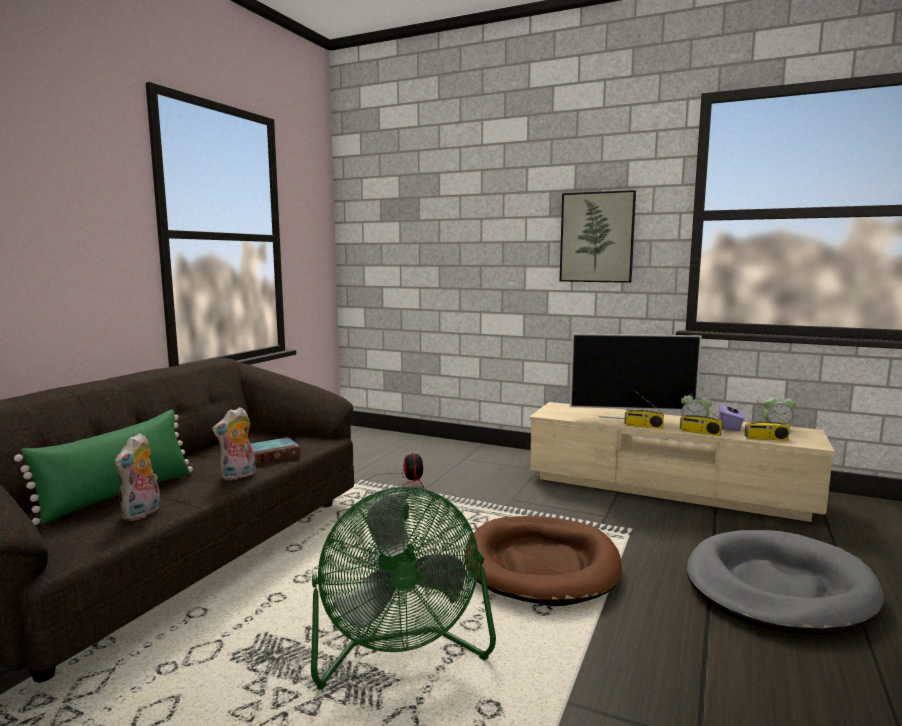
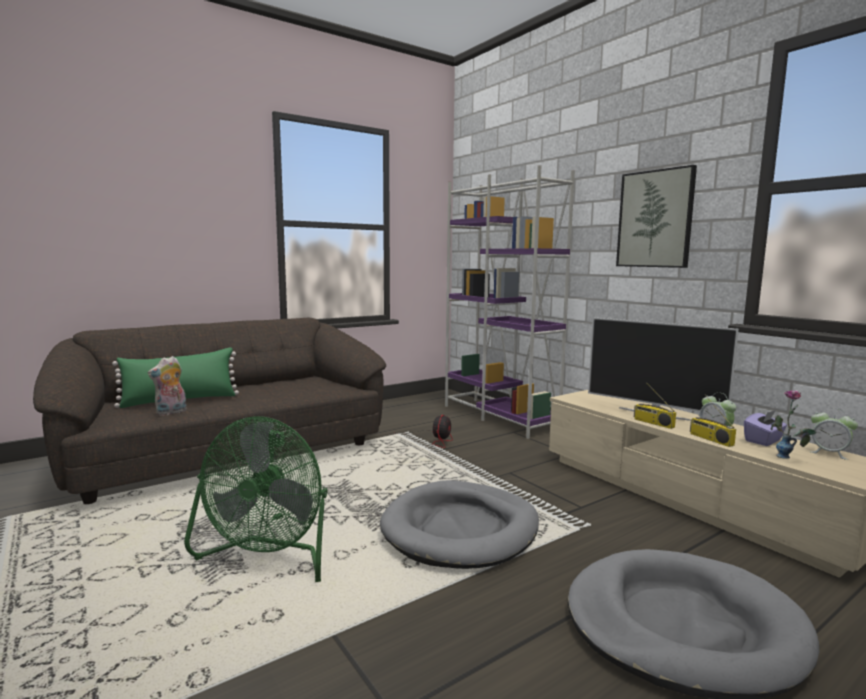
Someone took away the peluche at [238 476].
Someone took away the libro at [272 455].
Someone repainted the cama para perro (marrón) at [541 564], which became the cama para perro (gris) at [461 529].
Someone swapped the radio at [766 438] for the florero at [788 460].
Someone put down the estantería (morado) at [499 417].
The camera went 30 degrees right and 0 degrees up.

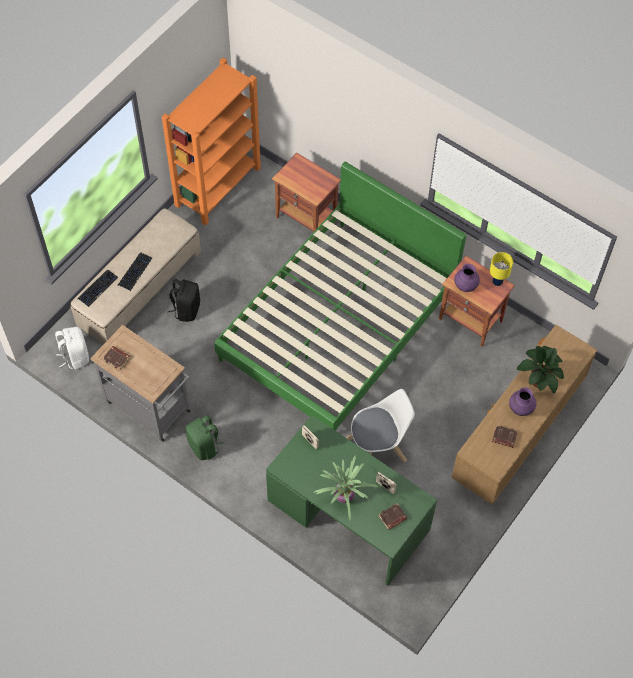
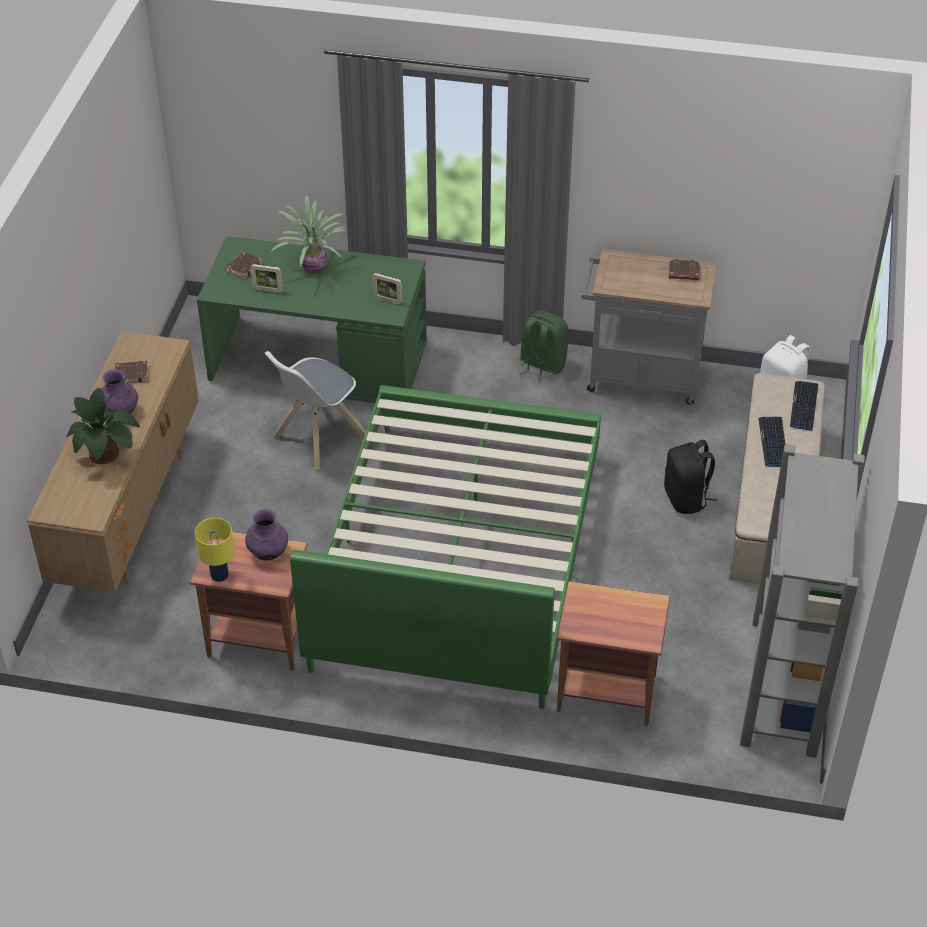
Someone repainted the estantería (naranja) at [218 186], which became the estantería (gris) at [784 686].
The camera went 155 degrees right and 15 degrees down.

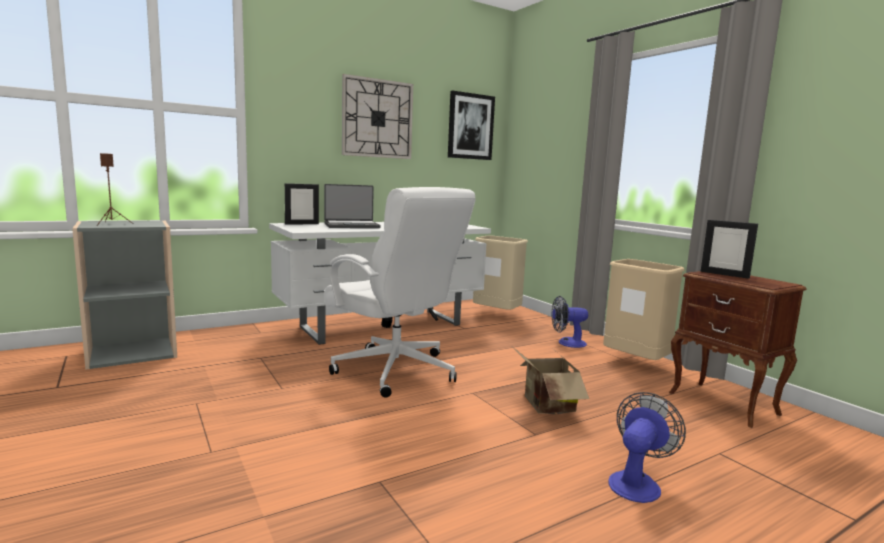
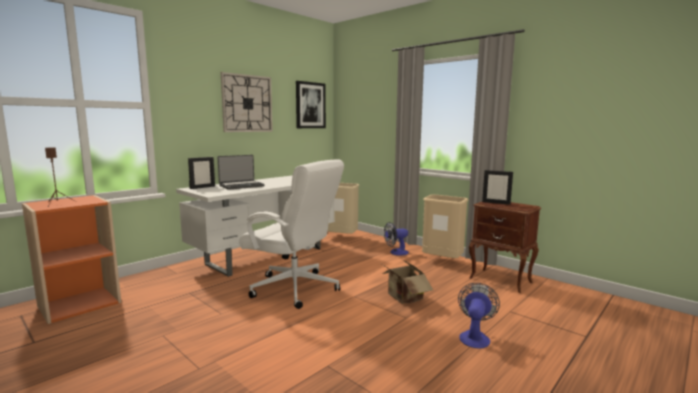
Someone repainted the estantería (gris) at [133 352], which became the estantería (naranja) at [80 303].
The camera went 15 degrees left and 0 degrees up.

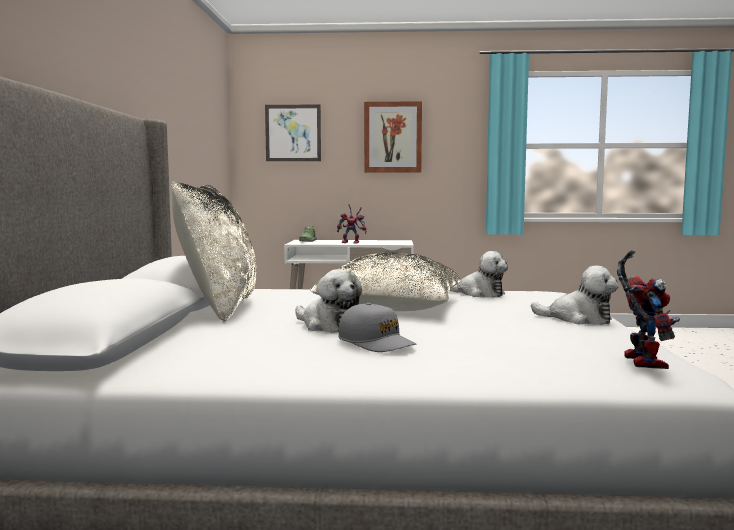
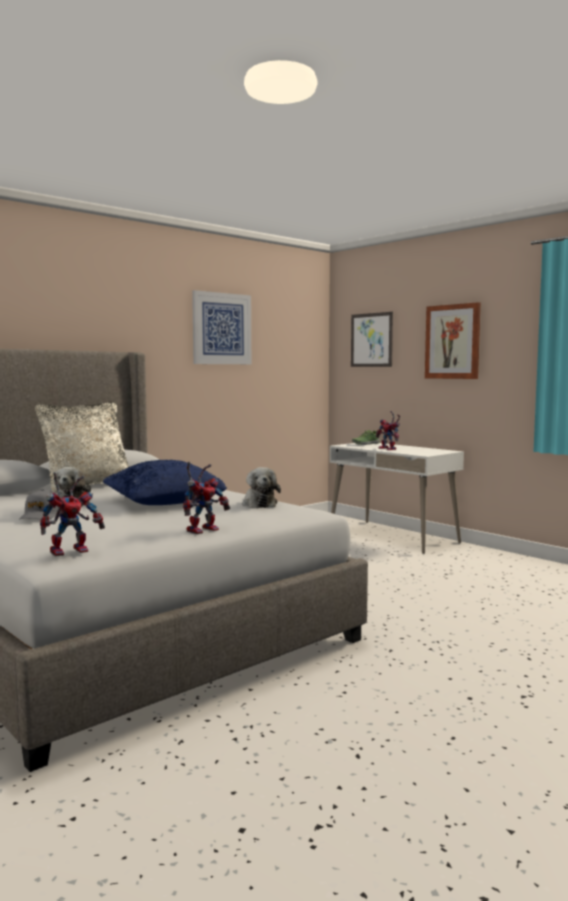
Someone repainted the cojín (beis) at [391 305], which became the cojín (azul) at [165 500].
Someone swapped the peluche at [578 319] for the robot de juguete at [203 529].
Someone put up the cuadro at [221 328].
The camera went 45 degrees right and 0 degrees up.

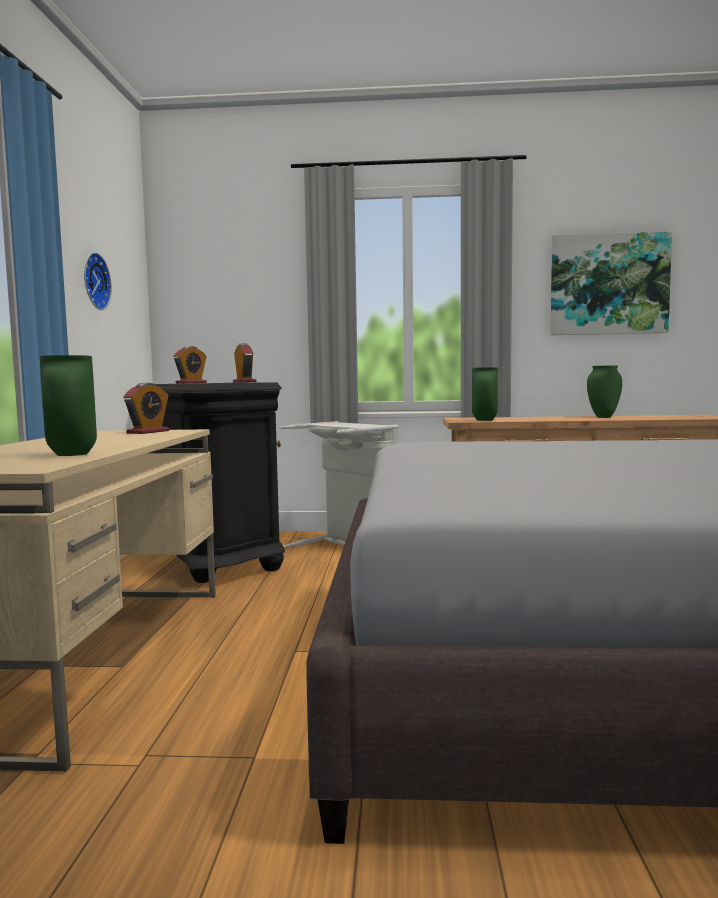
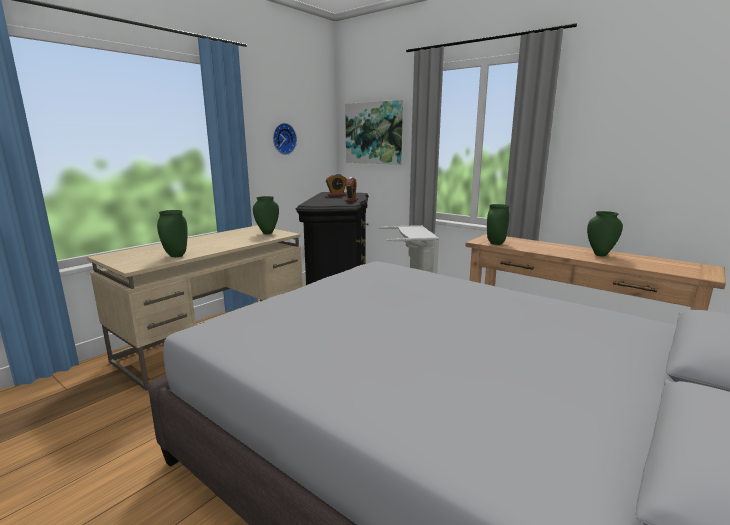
Someone swapped the despertador at [148 432] for the florero (verde) at [267 233].
Someone carried the cuadro from [608 284] to [374 133].
The camera went 35 degrees right and 10 degrees up.

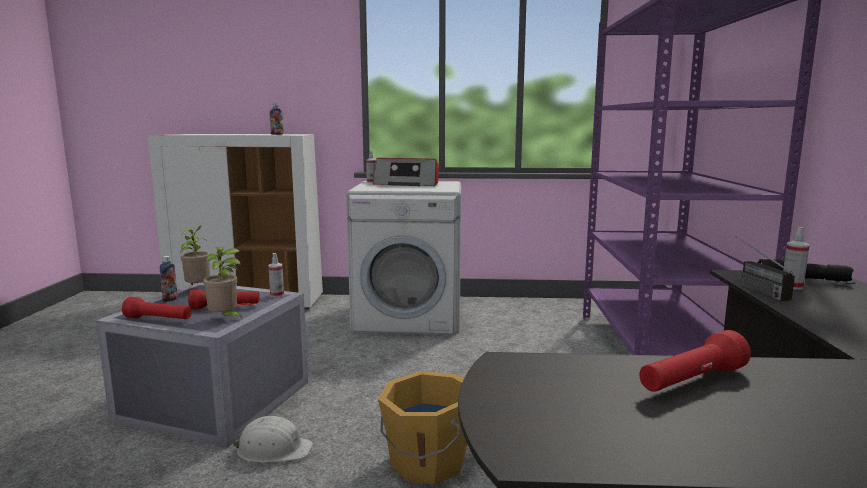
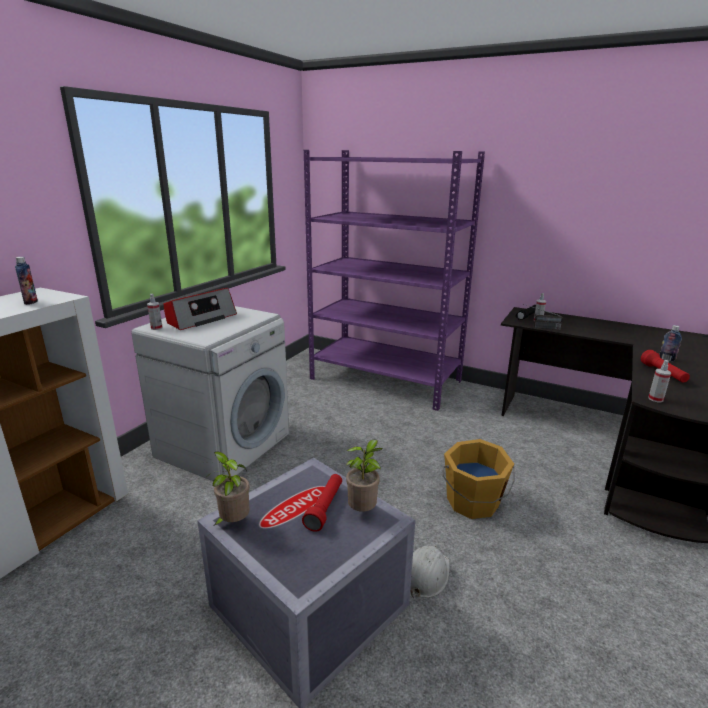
Someone took away the linterna (rojo) at [159 319].
Someone carried the botella from [170 299] to [667 359].
Someone carried the pulverizador from [277 295] to [655 399].
The camera went 65 degrees left and 10 degrees up.

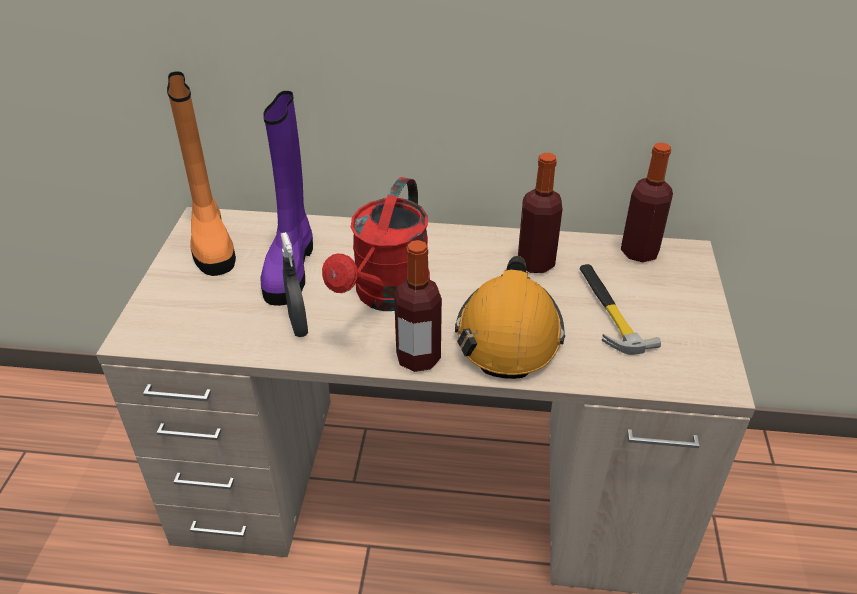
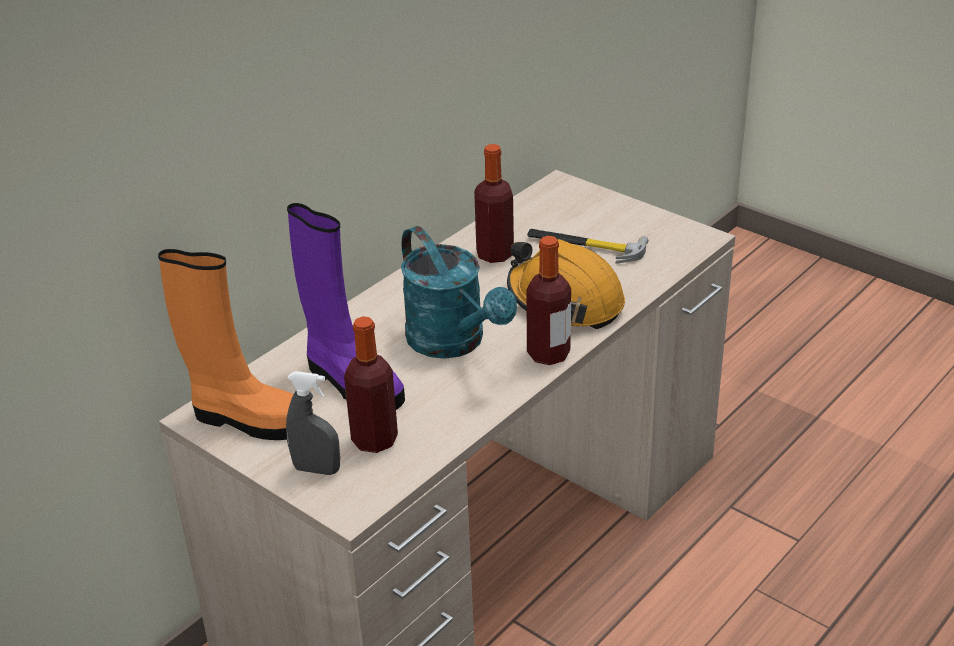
Someone carried the pulverizador (gris) from [298 325] to [316 469].
Someone repainted the regadera (rojo) at [386 296], which became the regadera (turquesa) at [454 343].
Someone carried the botella from [639 252] to [374 440].
The camera went 55 degrees left and 5 degrees down.

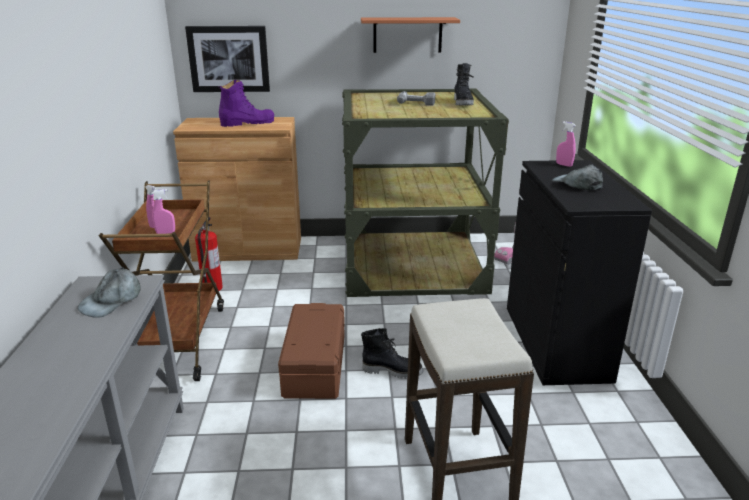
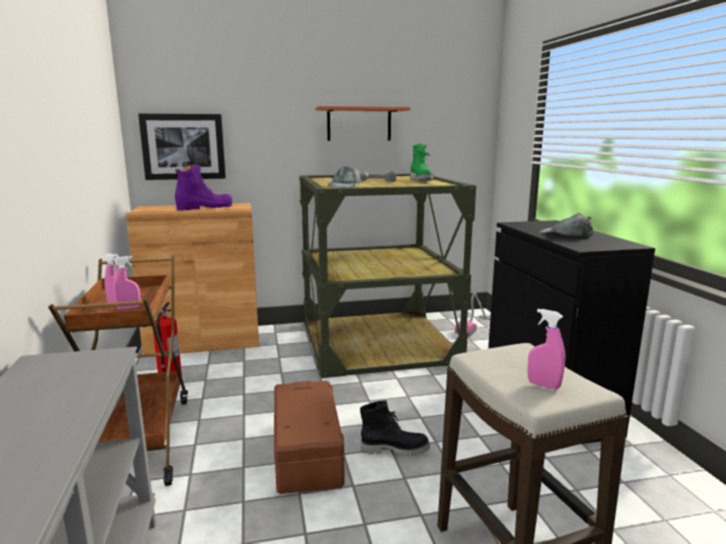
Someone carried the gorra (gris) from [112 300] to [345 185].
Someone repainted the bota (negro) at [463 103], which became the bota (verde) at [421 180].
Someone carried the pulverizador (rosa) from [564 165] to [543 385].
The camera went 10 degrees left and 10 degrees down.

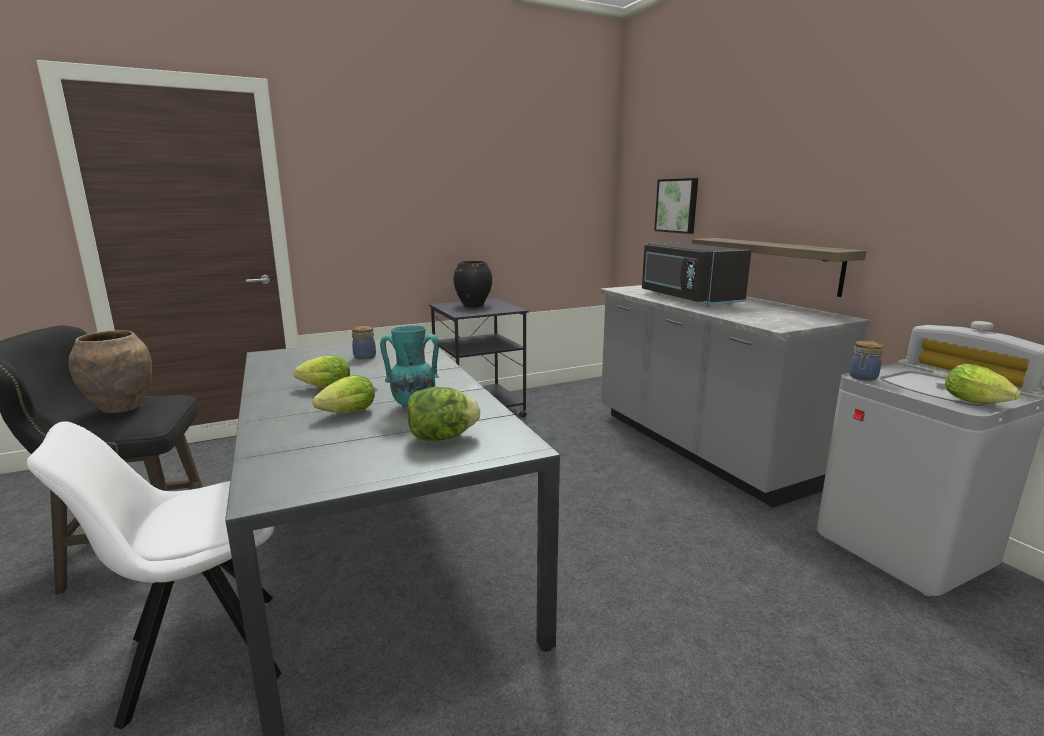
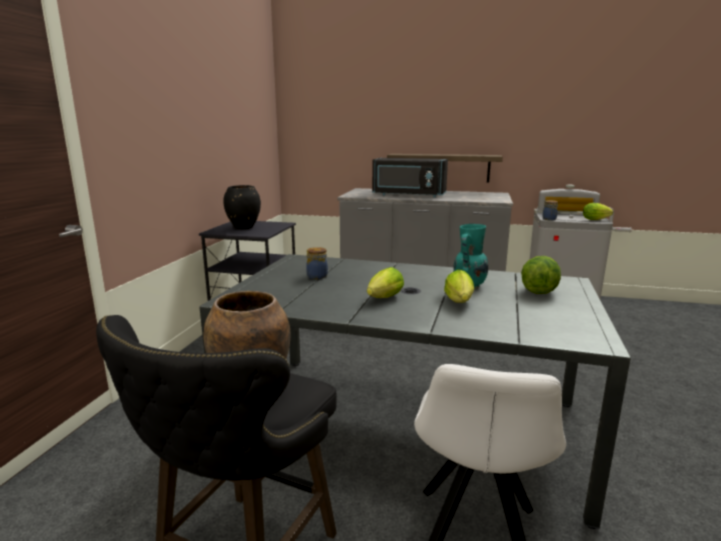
Someone took away the cuadro at [677 205].
The camera went 50 degrees left and 0 degrees up.

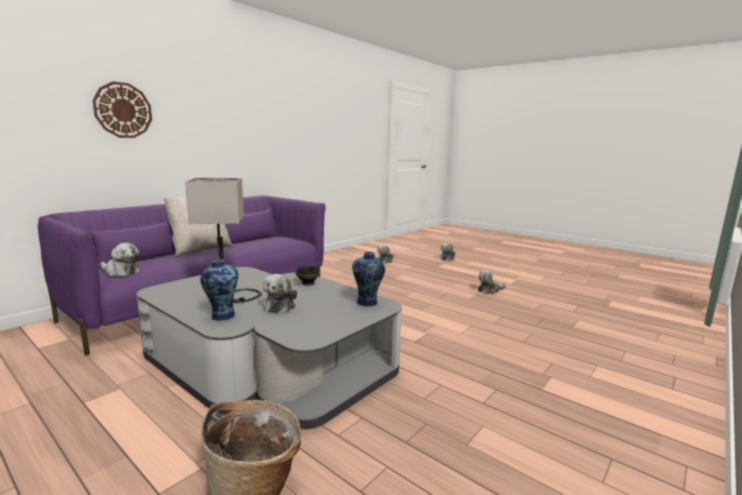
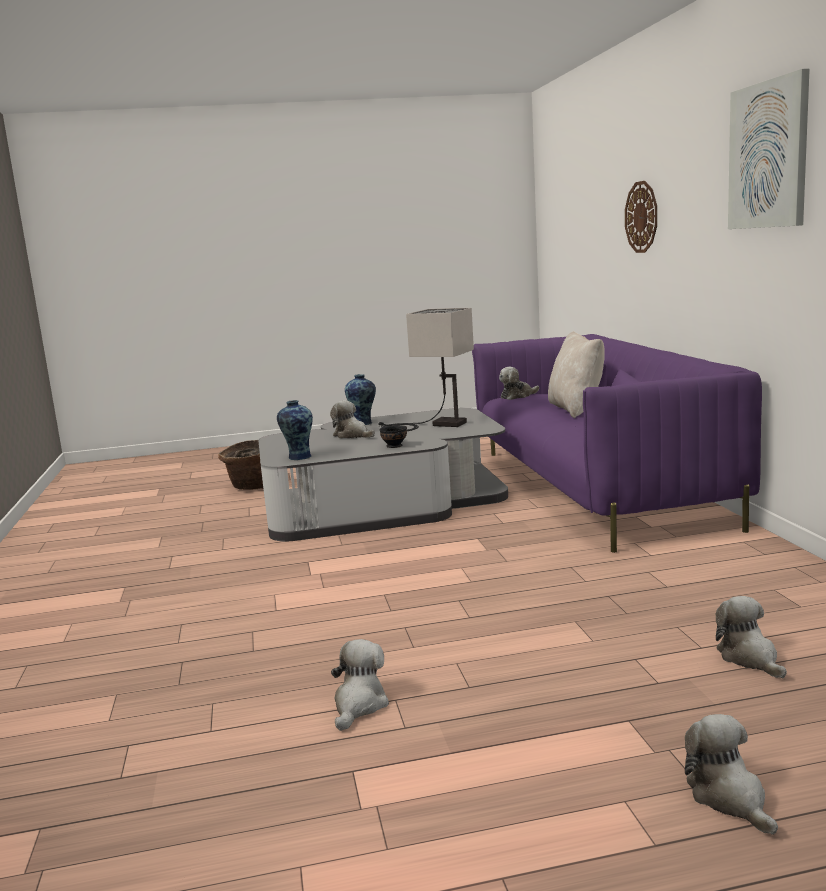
Someone put up the cuadro at [768 155].
The camera went 130 degrees right and 0 degrees up.

